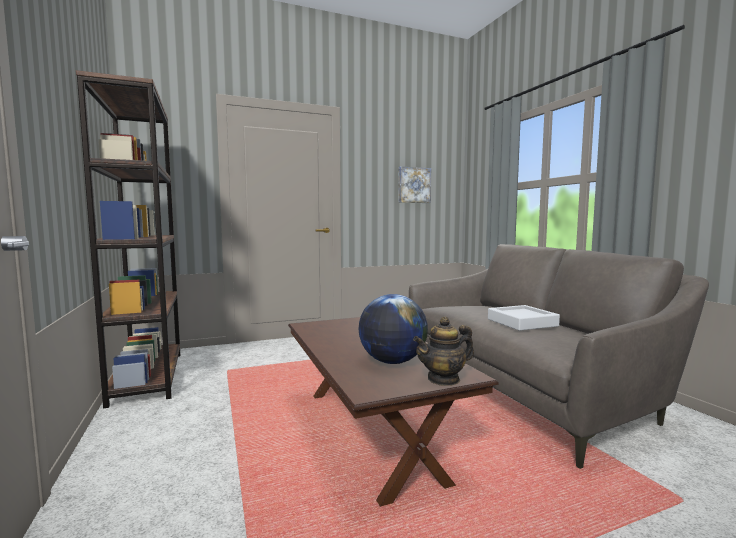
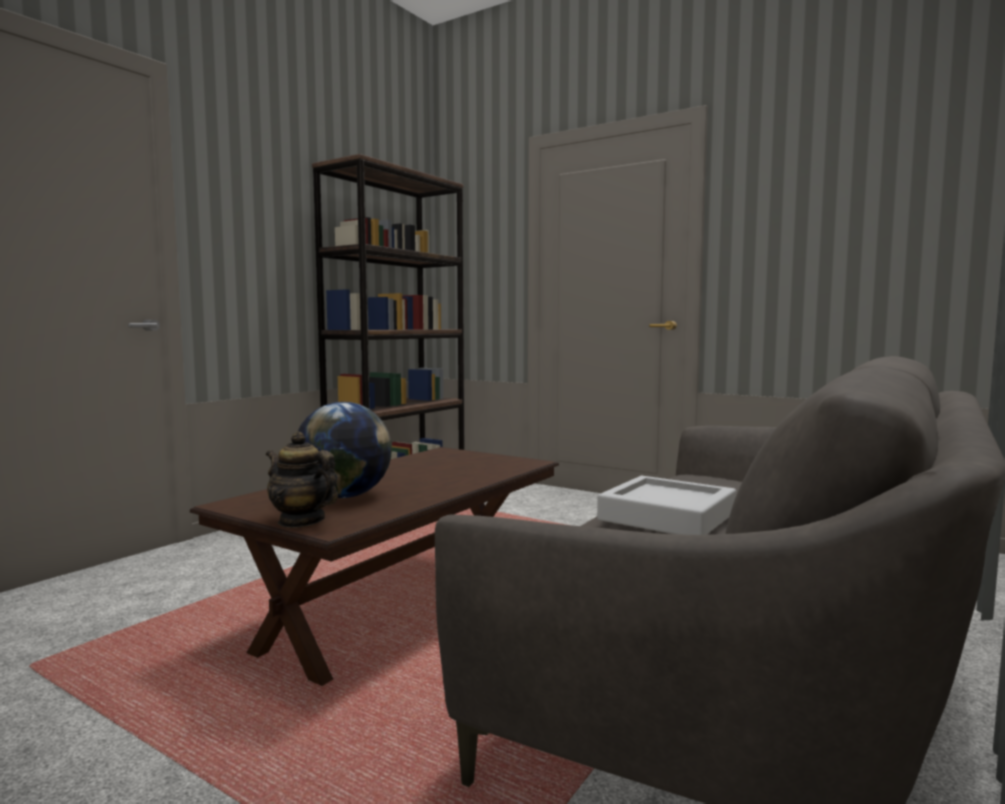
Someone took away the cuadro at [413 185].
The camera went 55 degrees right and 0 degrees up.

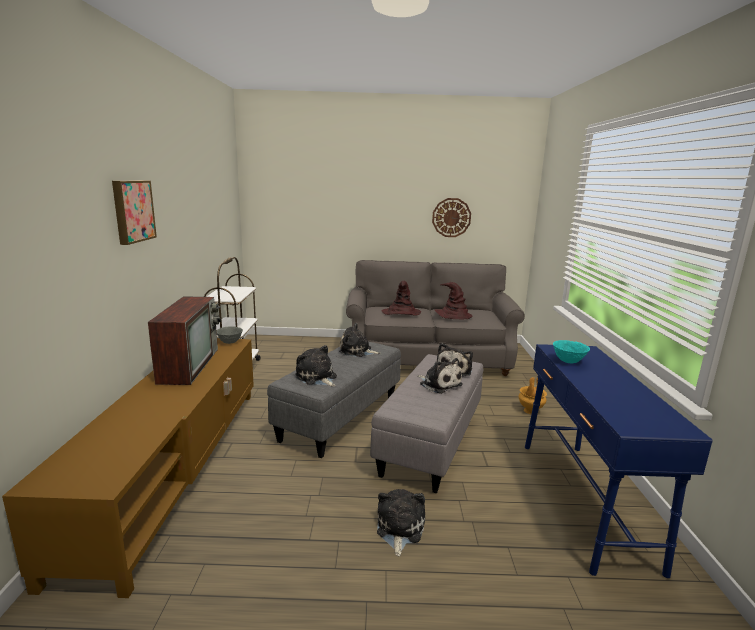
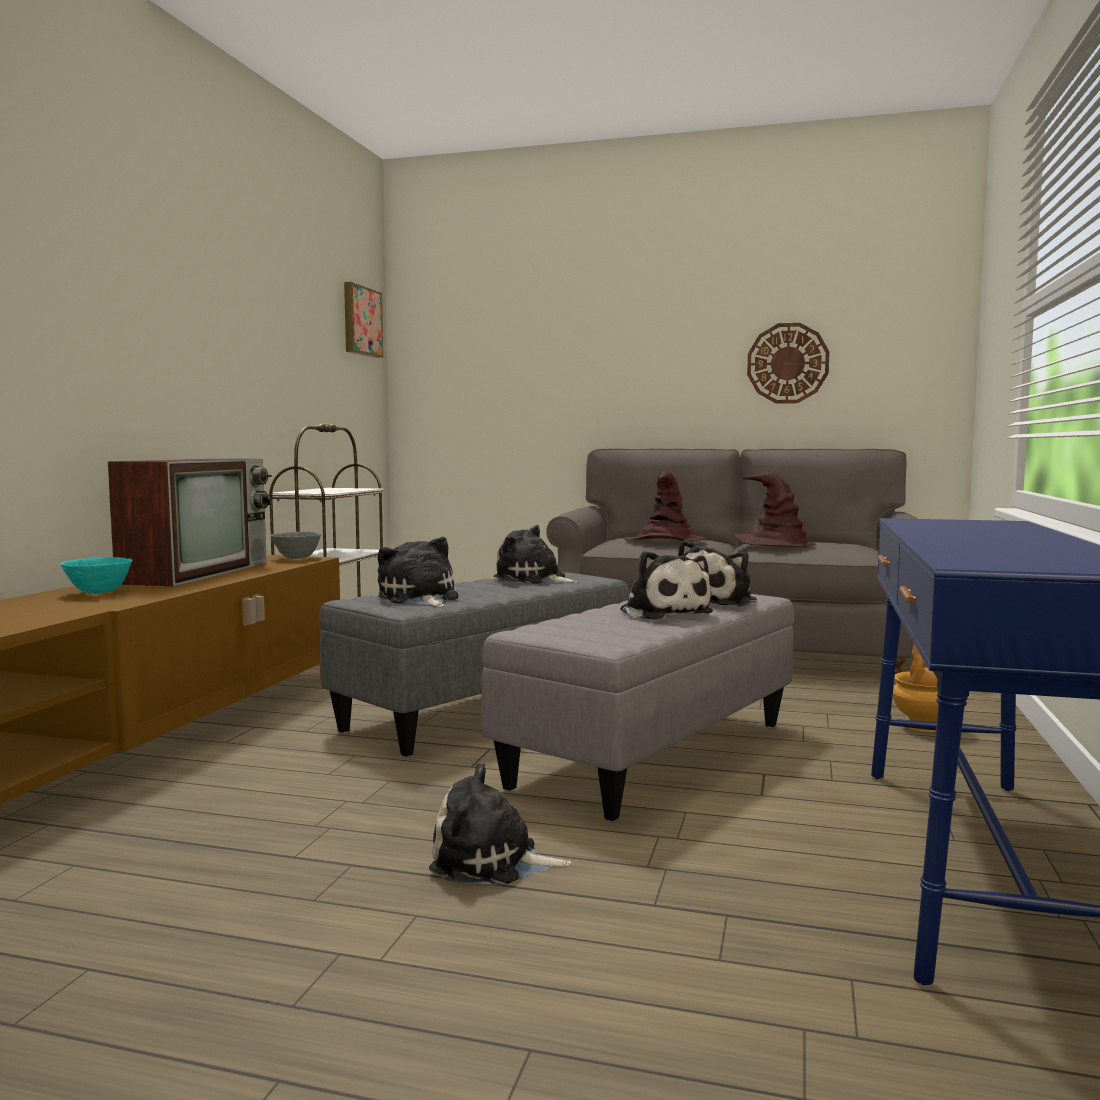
Someone carried the cuadro from [132 211] to [360 321].
Someone rotated the peluche at [399 529] by 105 degrees counterclockwise.
Someone carried the cuenco (turquesa) from [569 361] to [98 593].
The camera went 15 degrees right and 10 degrees down.

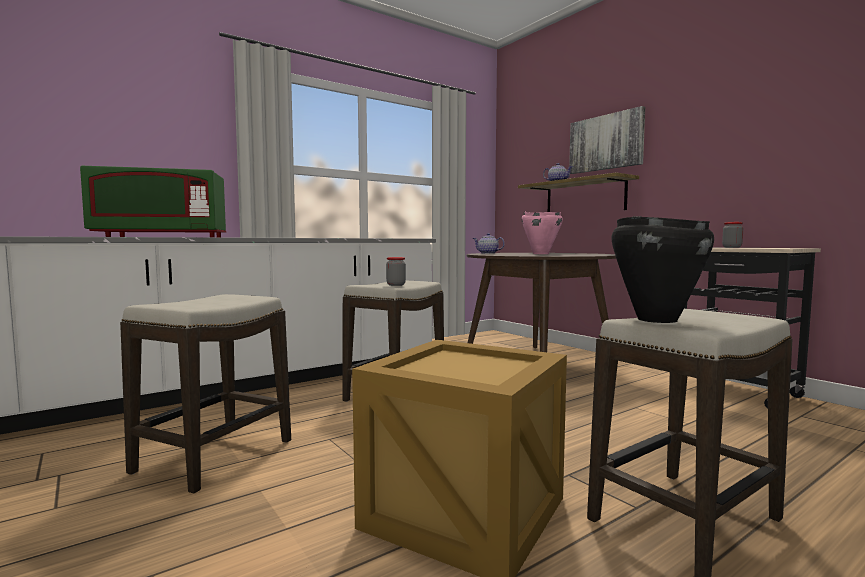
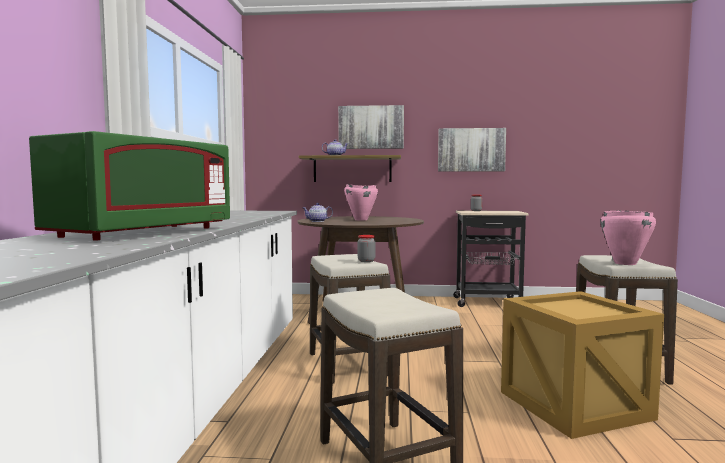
Someone repainted the olla (negro) at [656 320], which became the olla (rosa) at [625 263].
Someone put up the cuadro at [471 150].
The camera went 50 degrees left and 0 degrees up.

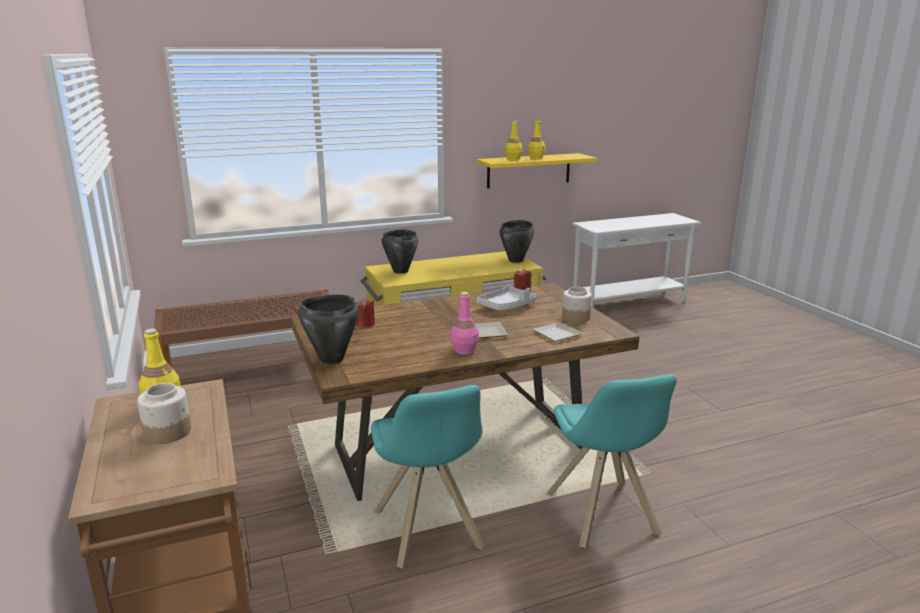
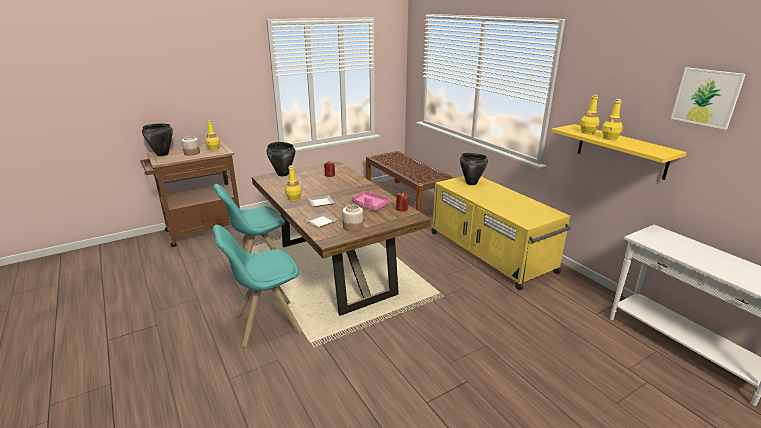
Someone repainted the botella (rosa) at [464 350], which became the botella (amarillo) at [293 199].
Someone repainted the bandeja (gris) at [507 306], which became the bandeja (rosa) at [370 205].
Someone carried the olla (negro) from [516 260] to [162 154].
Someone put up the cuadro at [706 97].
The camera went 80 degrees right and 5 degrees up.

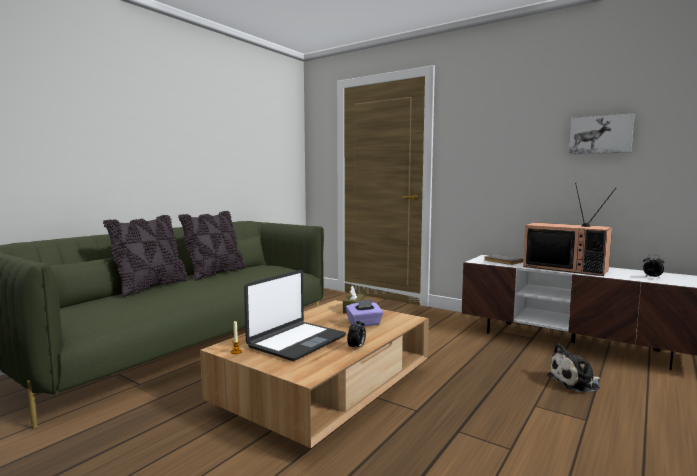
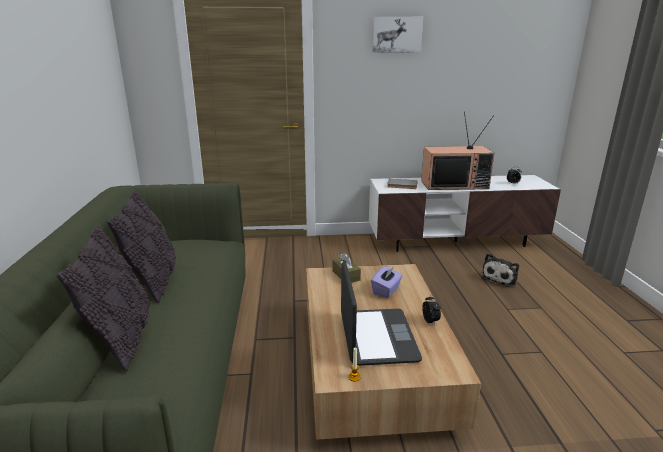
Someone carried the cuadro from [600 135] to [397 34].
The camera went 40 degrees left and 15 degrees up.

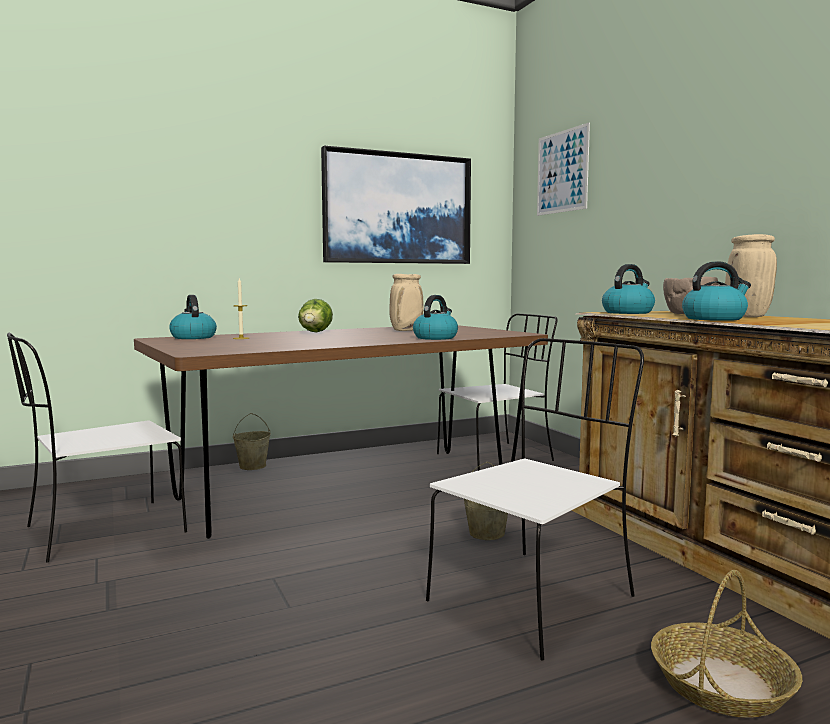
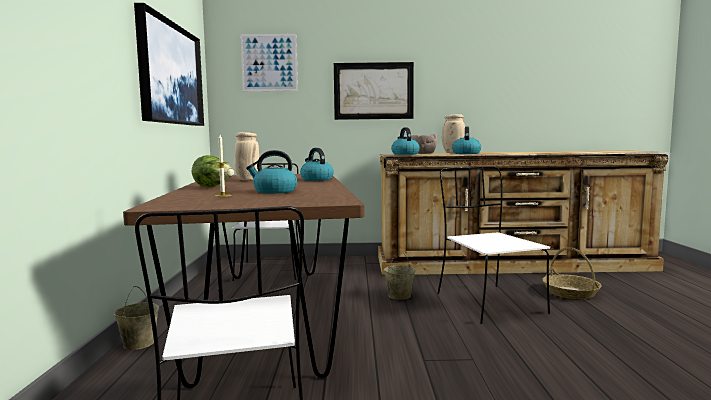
Someone carried the hervidor from [193 337] to [274 191].
Someone put up the cuadro at [373 91].
The camera went 65 degrees left and 0 degrees up.

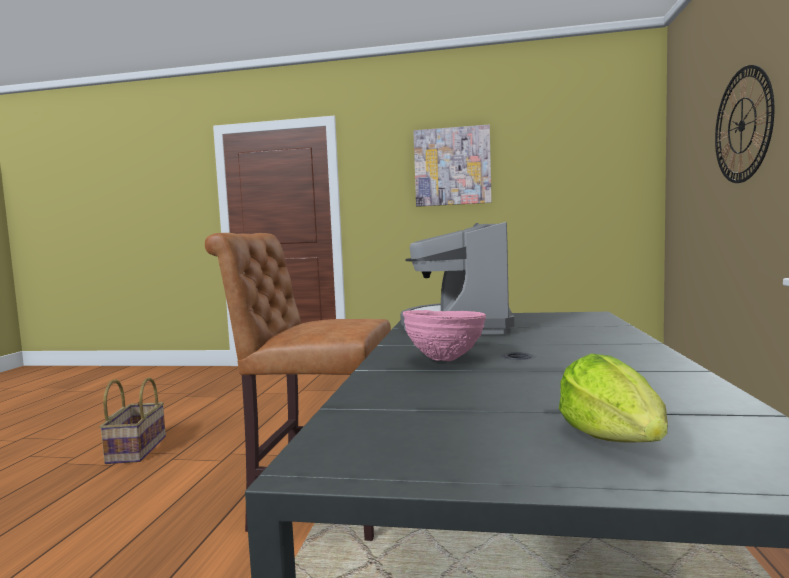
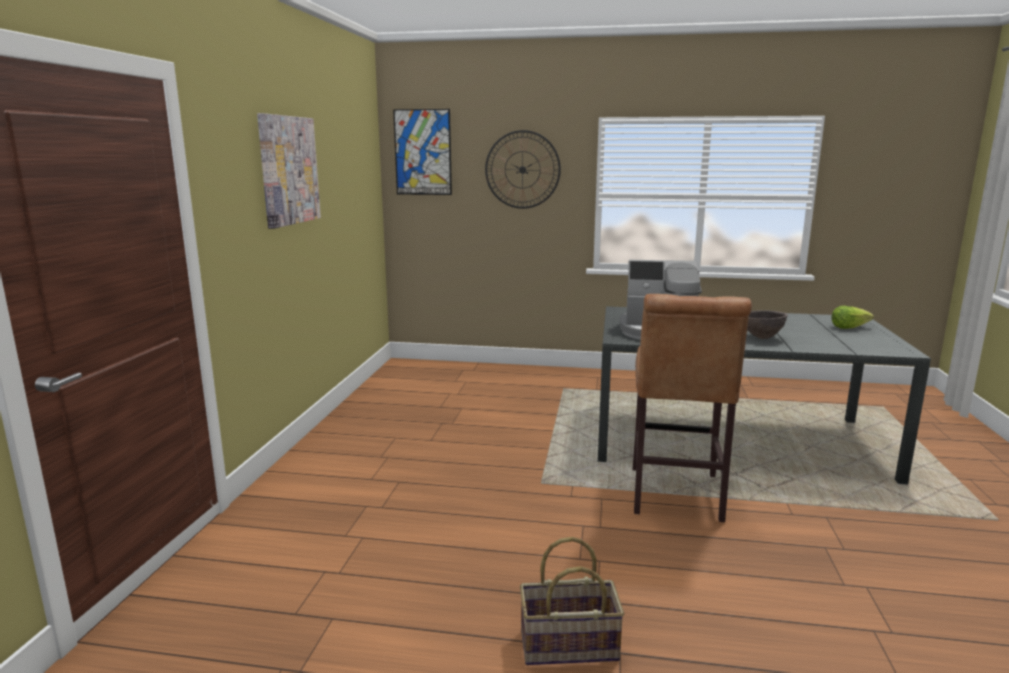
Someone repainted the cuenco (rosa) at [445 359], which became the cuenco (marrón) at [761 338].
Someone put up the cuadro at [423 152].
The camera went 90 degrees left and 10 degrees up.

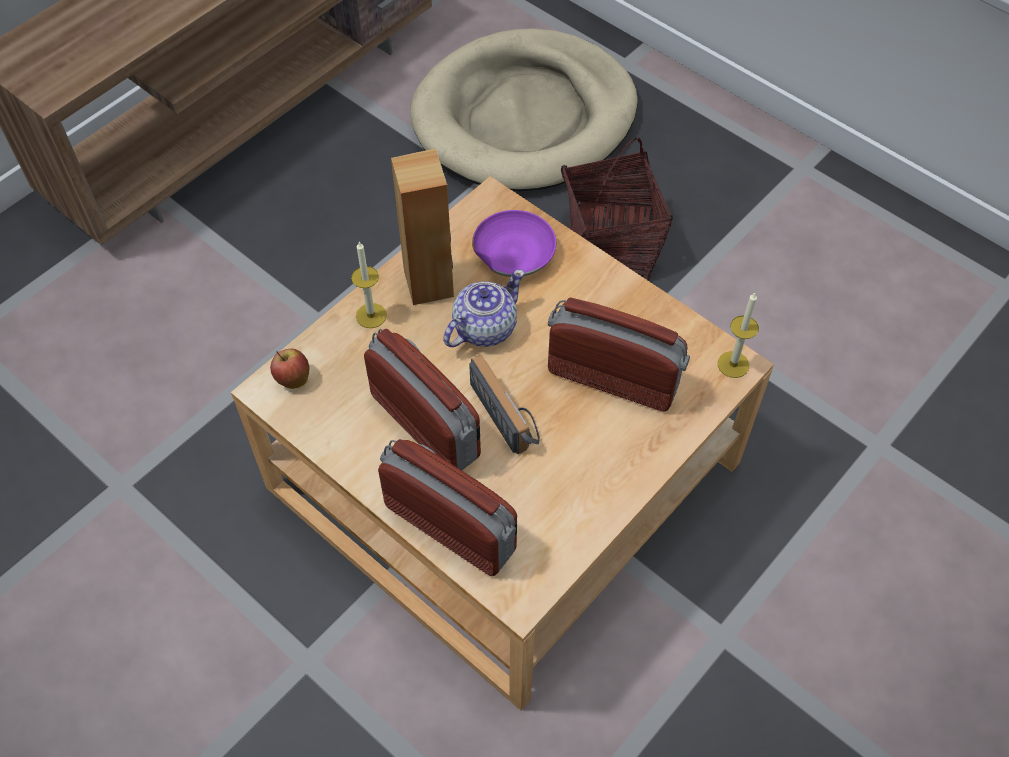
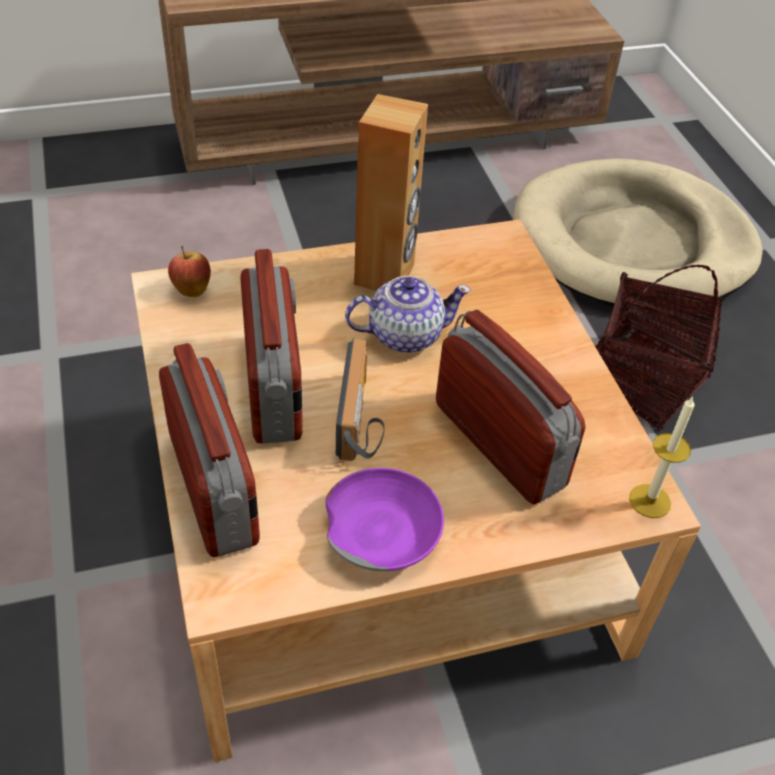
Someone took away the vela at [371 315].
Someone carried the cuenco (morado) from [513 252] to [382 530].
The camera went 30 degrees right and 10 degrees down.

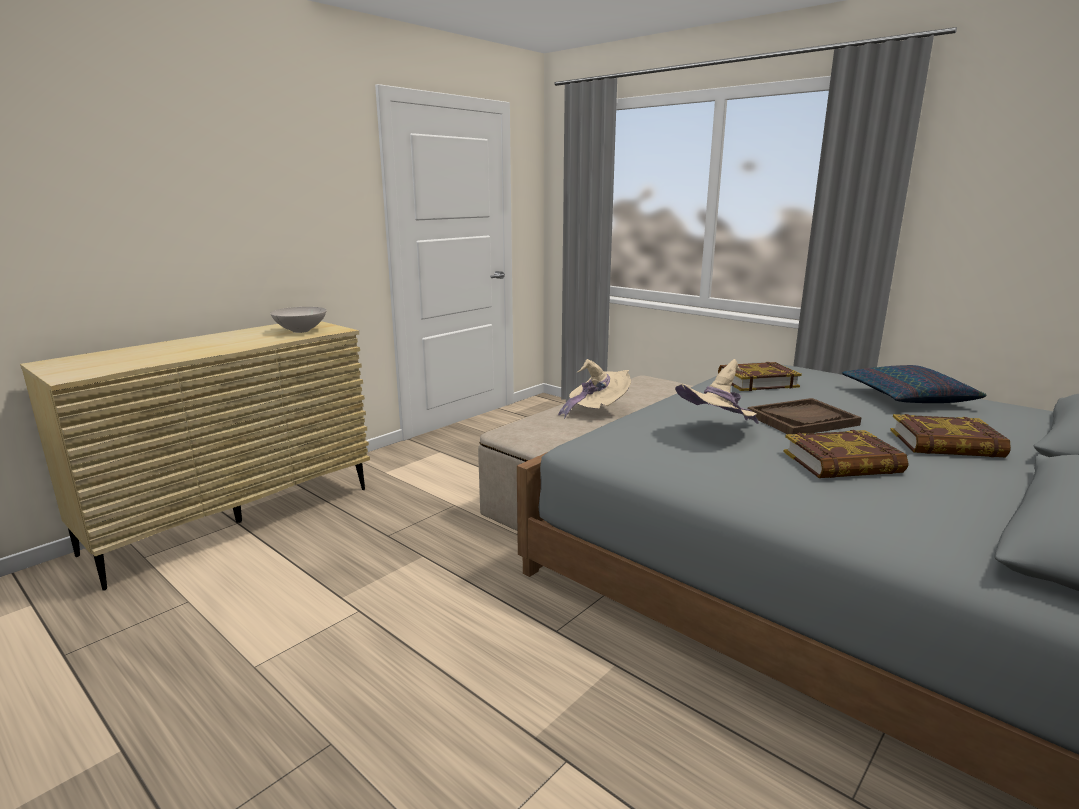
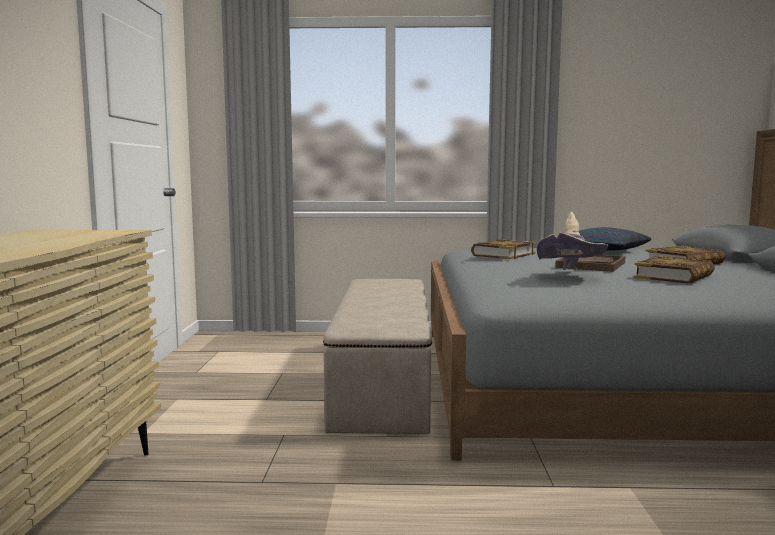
Someone took away the cuenco (blanco) at [302 331].
Someone took away the sombrero (beis) at [596 410].
The camera went 40 degrees left and 10 degrees down.

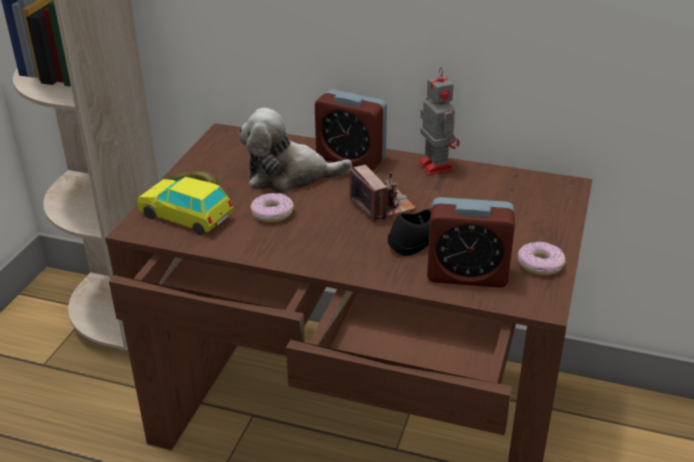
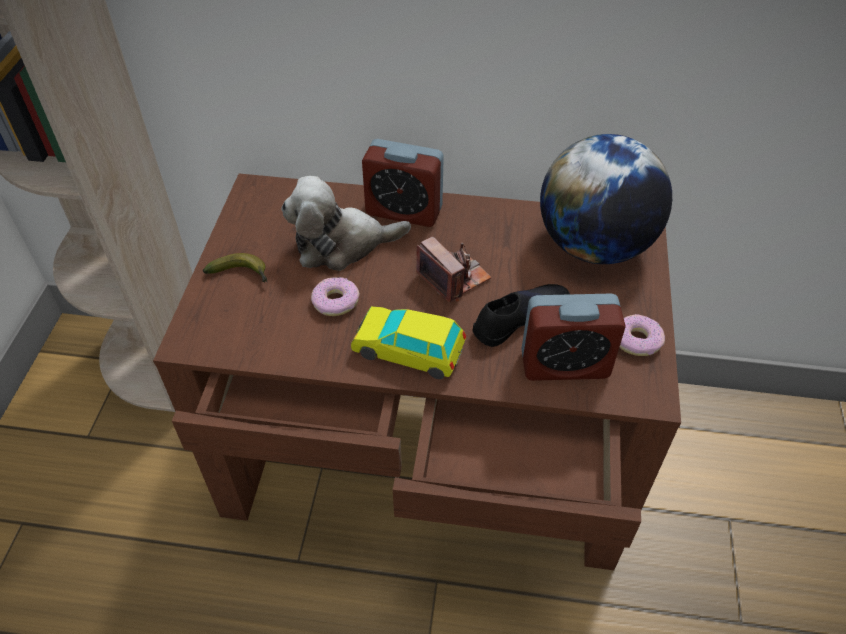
Someone carried the coche de juguete from [186 216] to [408 350].
Someone took away the robot de juguete at [434 165].
Someone put down the globo terráqueo at [595 246].
The camera went 10 degrees left and 15 degrees up.

